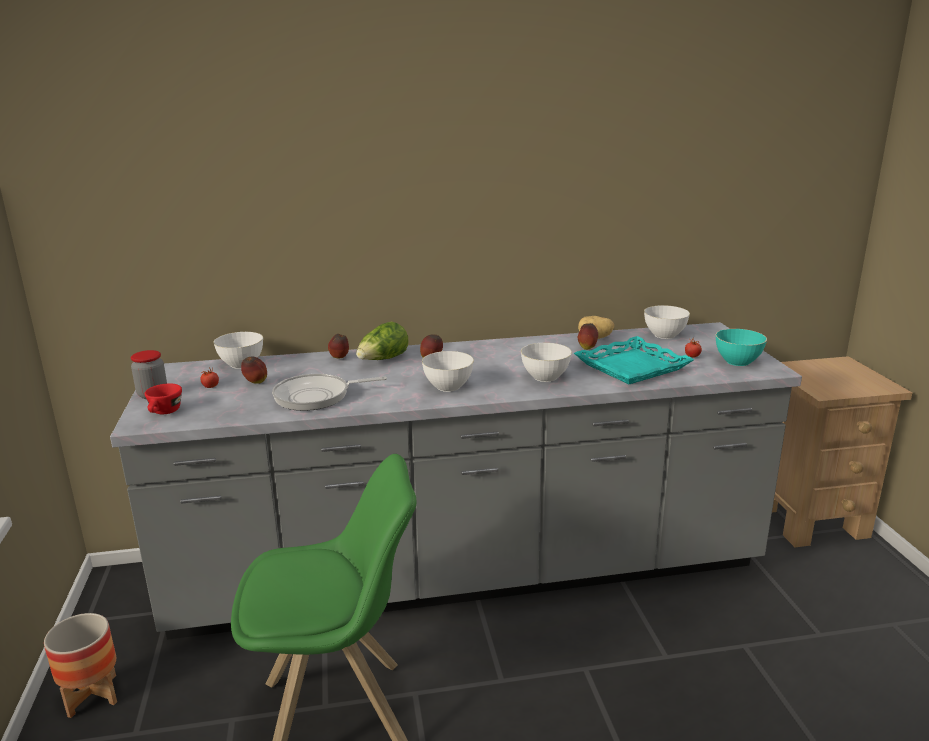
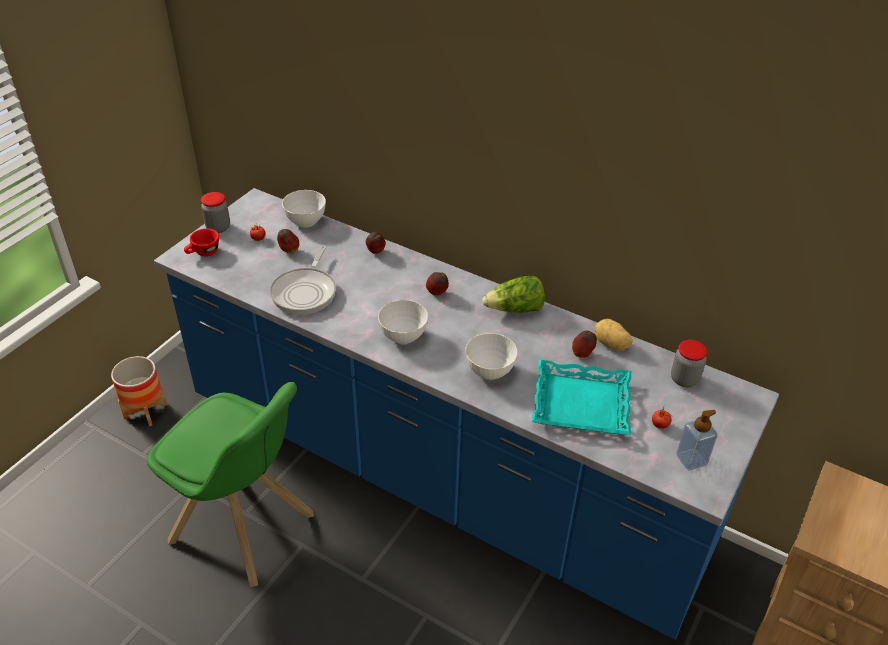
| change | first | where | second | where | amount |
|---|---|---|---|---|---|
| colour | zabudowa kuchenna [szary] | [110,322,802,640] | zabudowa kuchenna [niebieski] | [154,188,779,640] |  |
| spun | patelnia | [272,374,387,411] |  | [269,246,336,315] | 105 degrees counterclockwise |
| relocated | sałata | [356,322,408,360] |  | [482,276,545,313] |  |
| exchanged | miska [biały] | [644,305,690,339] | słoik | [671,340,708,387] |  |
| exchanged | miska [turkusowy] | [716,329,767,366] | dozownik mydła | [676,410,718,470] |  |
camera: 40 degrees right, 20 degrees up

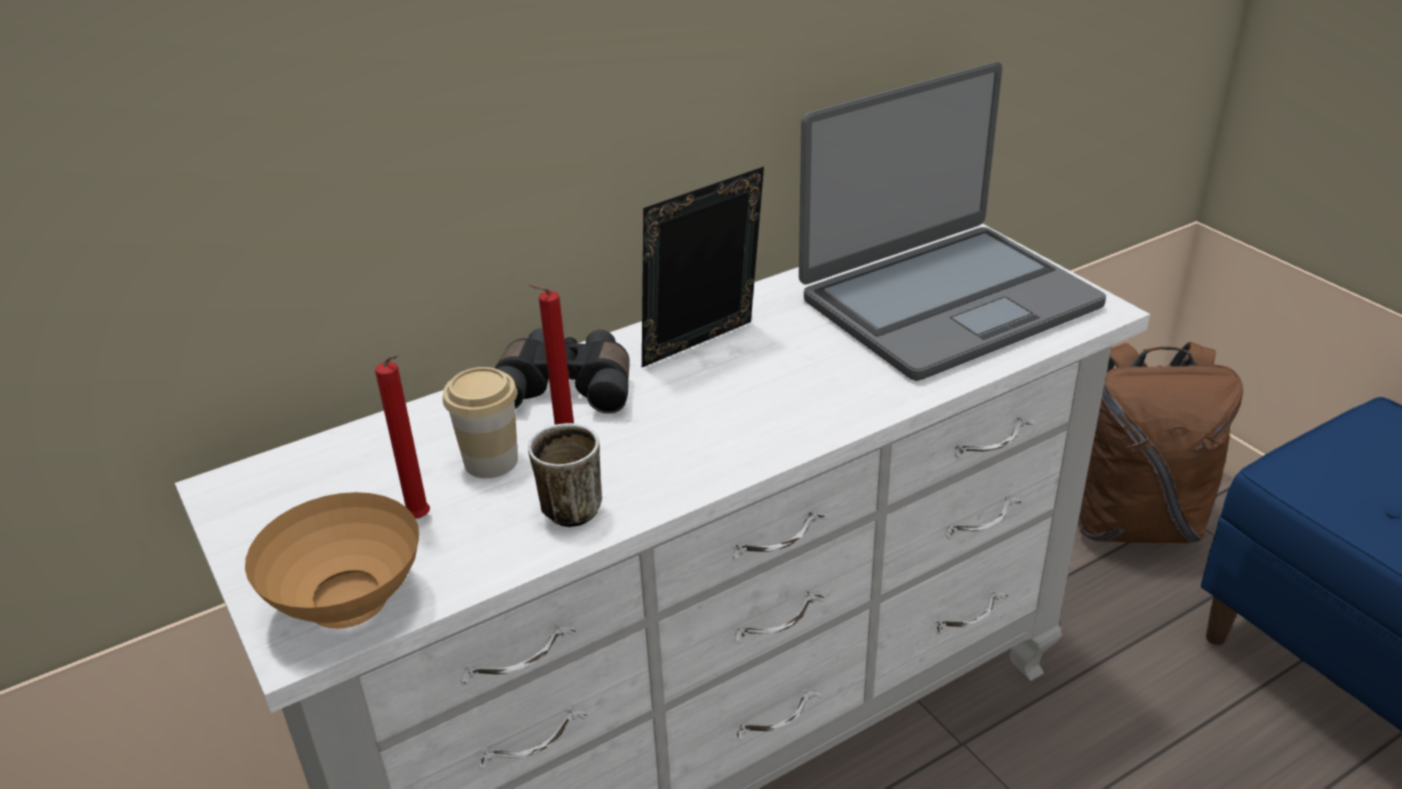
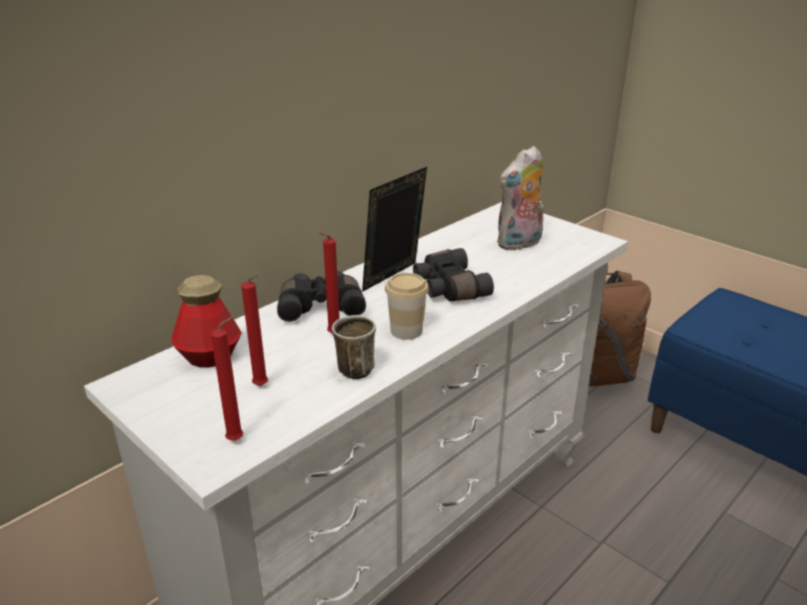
| change | first | where | second | where | amount |
|---|---|---|---|---|---|
| exchanged | miska [brązowy] | [245,492,419,629] | świeca [czerwony] | [211,316,244,441] |  |
| relocated | filiżanka | [443,367,518,478] |  | [385,273,429,340] |  |
| exchanged | laptop | [799,62,1106,381] | pluszak | [497,146,544,251] |  |
| appeared |  |  | butelka | [171,275,242,367] |  |
| appeared |  |  | lornetka [czarny] | [413,248,494,301] |  |
camera: 15 degrees left, 5 degrees down

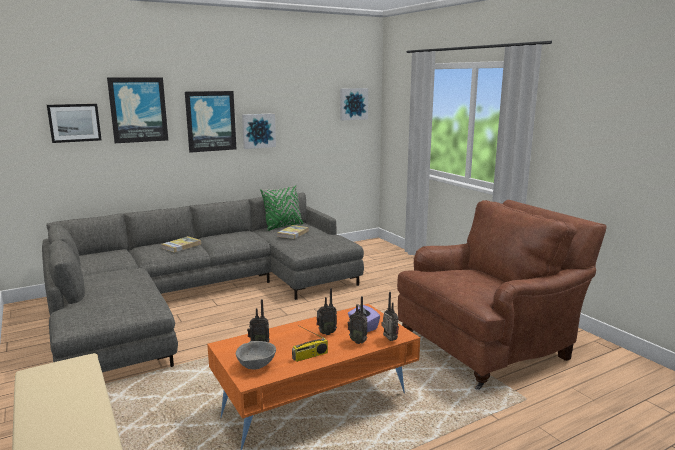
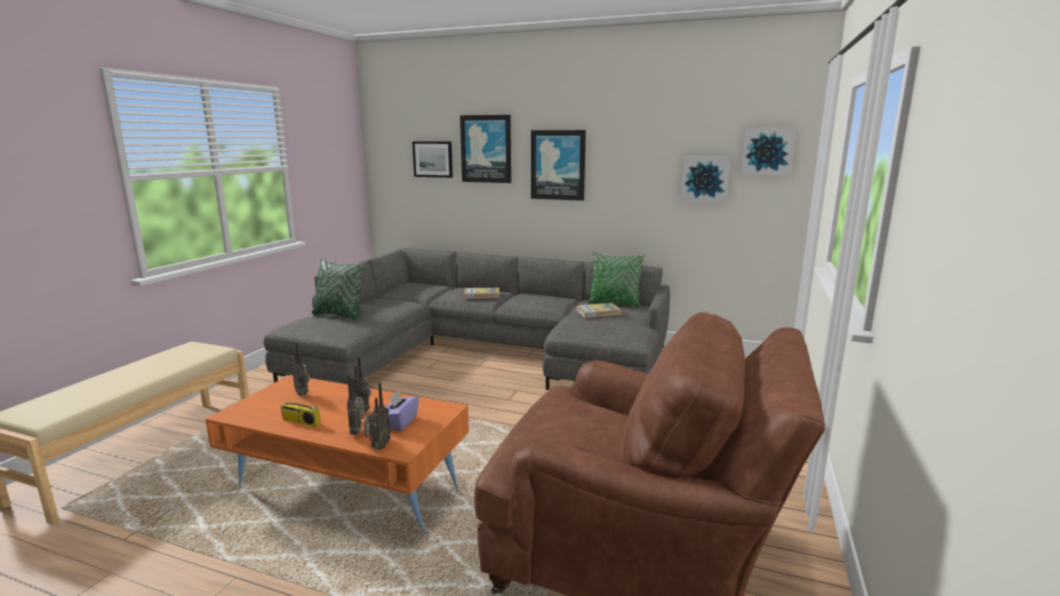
| change | first | where | second | where | amount |
|---|---|---|---|---|---|
| missing | miska [szary] | [236,341,276,369] |  |  |  |
| relocated | obraz | [242,113,276,149] |  | [681,156,731,203] |  |
| appeared |  |  | poduszka [zielony] | [312,258,366,320] |  |
camera: 50 degrees right, 0 degrees up

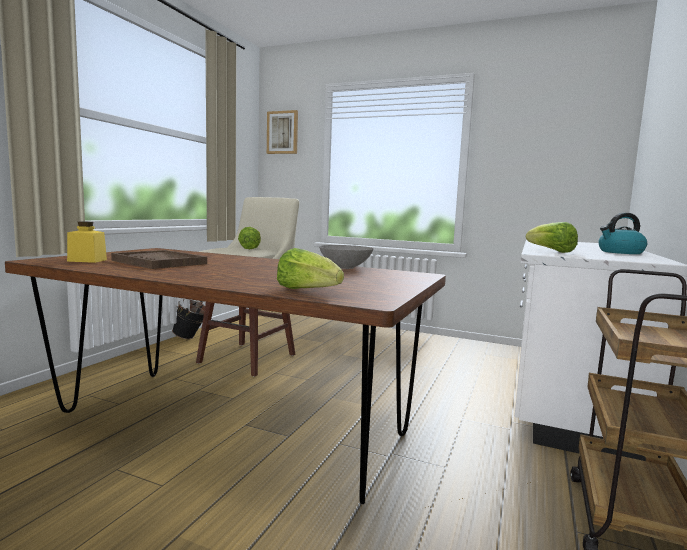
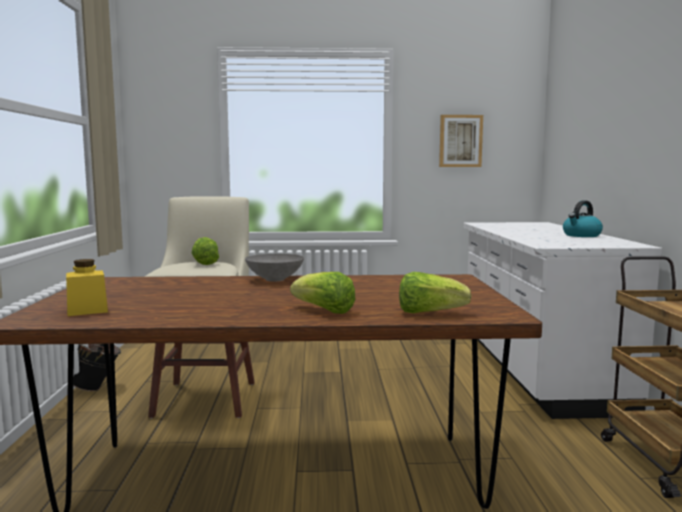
| change | first | where | second | where | amount |
|---|---|---|---|---|---|
| missing | taca [brązowy] | [111,250,207,269] |  |  |  |
| relocated | obraz | [267,110,298,154] |  | [439,115,483,167] |  |
| relocated | miska [szary] | [319,245,373,269] |  | [245,254,304,282] |  |
| relocated | sałata | [526,222,578,253] |  | [290,272,355,314] |  |
camera: 25 degrees left, 0 degrees up

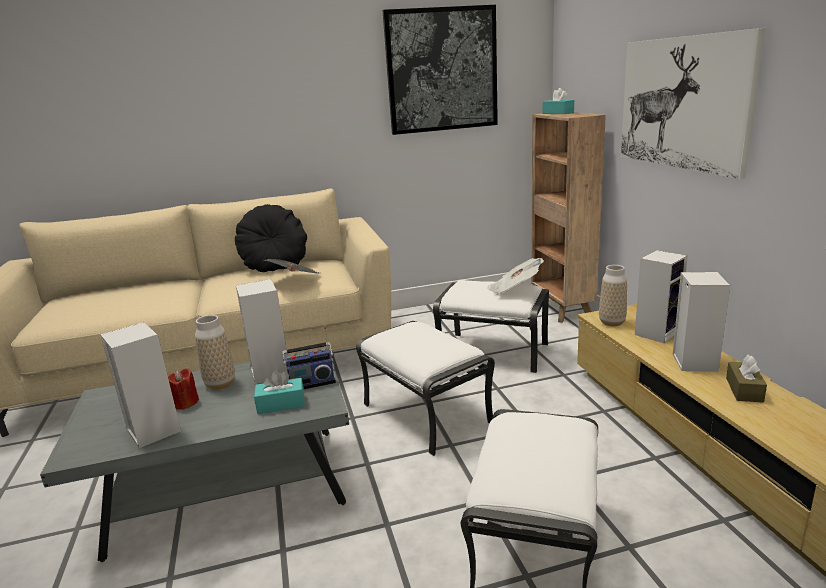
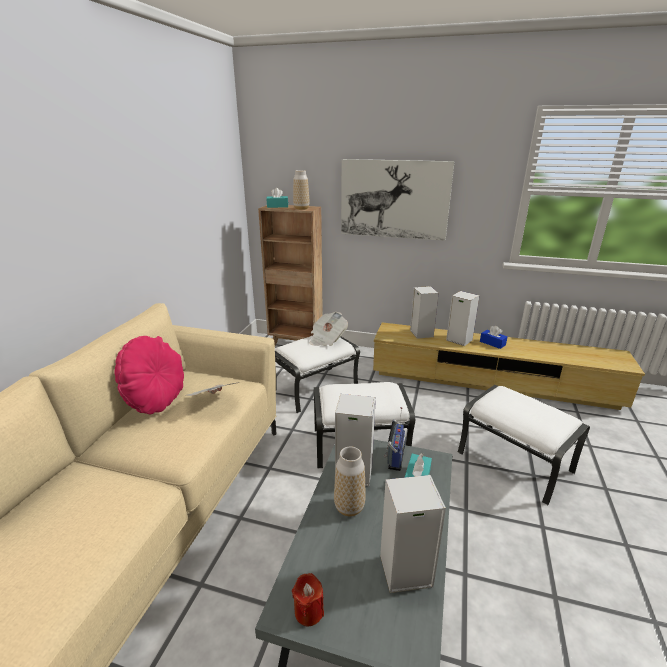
| change | first | where | second | where | amount |
|---|---|---|---|---|---|
| relocated | świeca [czerwony] | [168,368,199,410] |  | [292,573,324,626] |  |
| colour | poduszka [czarny] | [235,204,307,272] | poduszka [różowy] | [114,336,184,414] |  |
| missing | obraz | [383,5,498,135] |  |  |  |
| relocated | wazon | [599,265,627,326] |  | [293,170,310,210] |  |
| colour | pudełko chusteczek [brązowy] | [726,355,767,403] | pudełko chusteczek [niebieski] | [480,326,507,349] |  |
camera: 60 degrees left, 5 degrees up

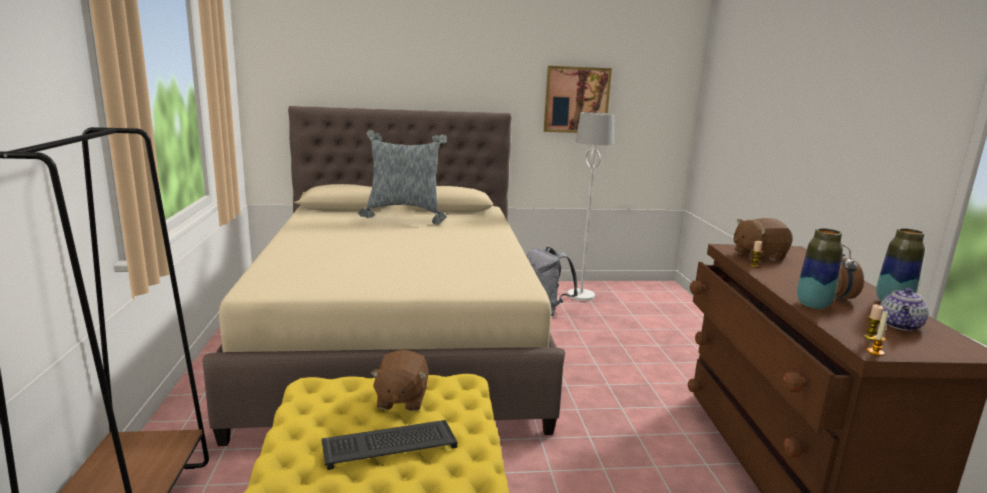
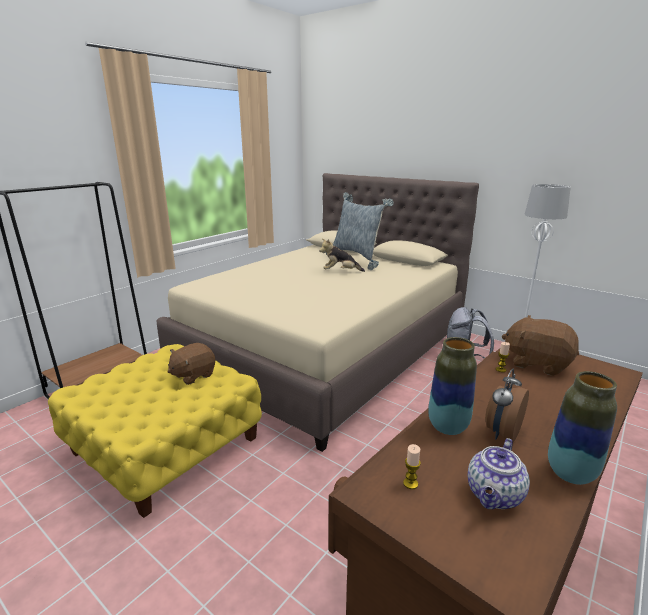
| change | first | where | second | where | amount |
|---|---|---|---|---|---|
| missing | klawiatura | [321,420,458,470] |  |  |  |
| missing | obraz | [544,66,612,133] |  |  |  |
| missing | świeca | [867,311,888,356] |  |  |  |
| spun | imbryk | [880,288,929,331] |  | [468,438,530,509] | 45 degrees counterclockwise |
| appeared |  |  | pluszak | [319,239,365,272] |  |
camera: 45 degrees right, 5 degrees up

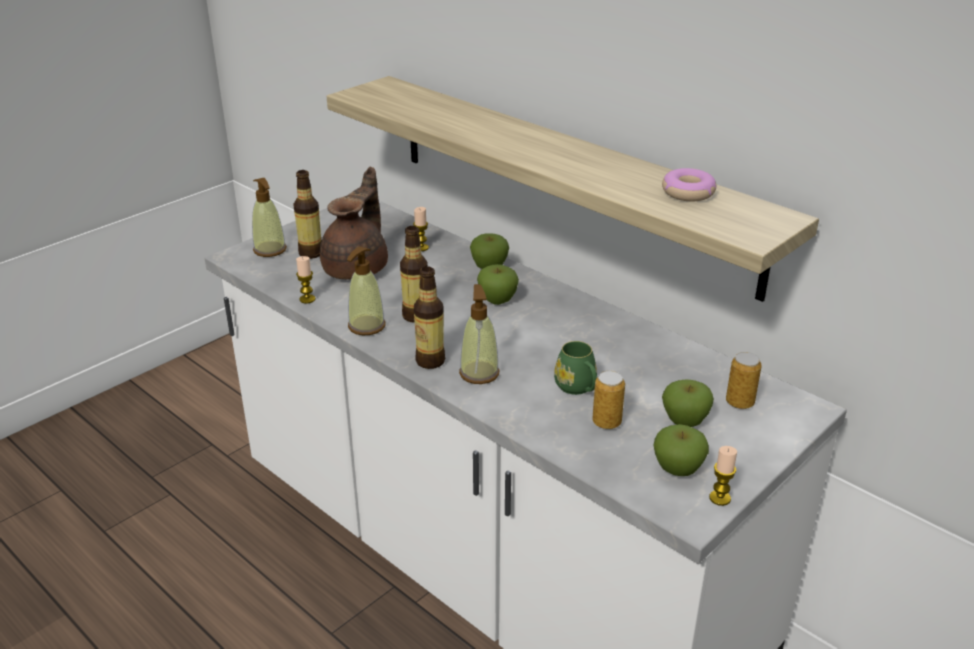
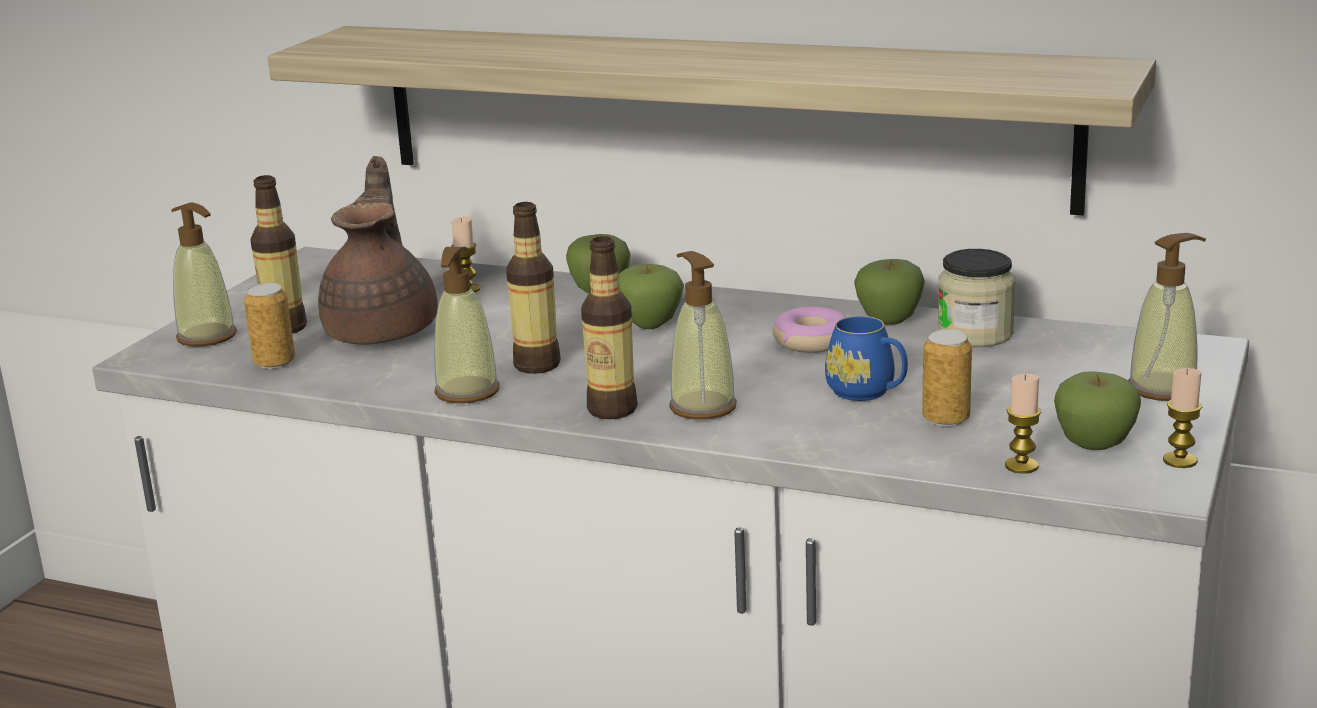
| change | first | where | second | where | amount |
|---|---|---|---|---|---|
| relocated | świeca | [296,256,316,303] |  | [1005,374,1041,474] |  |
| colour | kubek [zielony] | [554,341,597,395] | kubek [niebieski] | [825,316,908,401] |  |
| relocated | donut | [662,168,716,201] |  | [772,307,846,353] |  |
| relocated | jabłko | [662,379,714,427] |  | [854,259,925,325] |  |
| relocated | puszka | [726,352,762,409] |  | [244,283,295,369] |  |
| appeared |  |  | słoik | [938,249,1015,347] |  |
| appeared |  |  | dozownik mydła | [1128,233,1206,401] |  |
camera: 20 degrees left, 10 degrees down

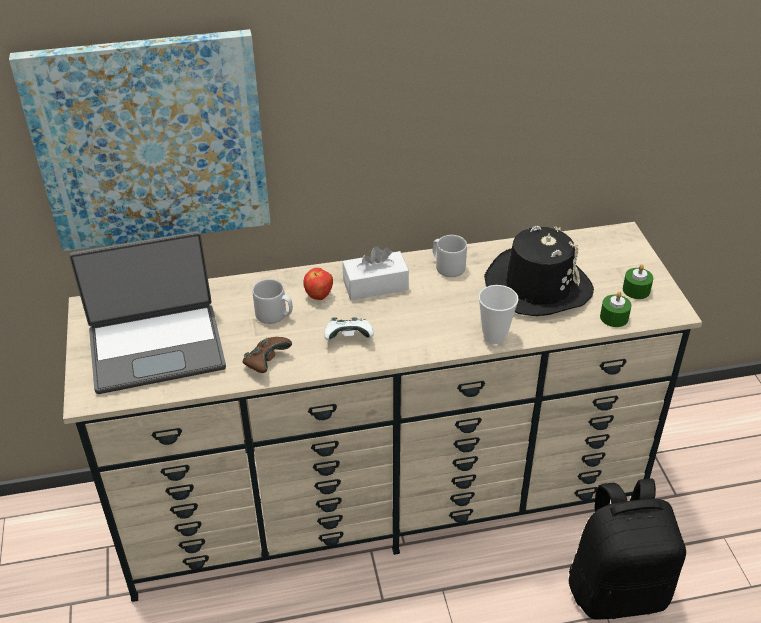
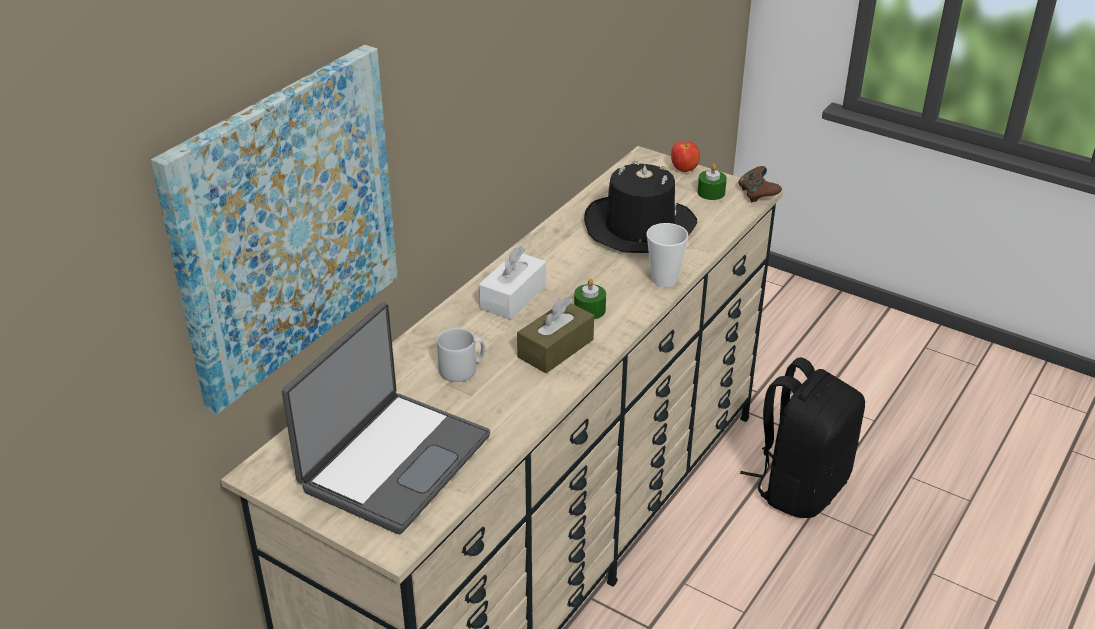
| change | first | where | second | where | amount |
|---|---|---|---|---|---|
| relocated | pad do gier [brązowy] | [243,337,292,373] |  | [738,166,782,202] |  |
| relocated | jabłko | [303,268,333,300] |  | [671,142,700,172] |  |
| exchanged | pad do gier [biały] | [324,317,374,341] | pudełko chusteczek [brązowy] | [517,297,594,373] |  |
| missing | kubek [szary] | [433,235,467,277] |  |  |  |
| relocated | świeca [zielony] | [600,292,632,327] |  | [574,279,606,319] |  |
camera: 45 degrees left, 5 degrees down

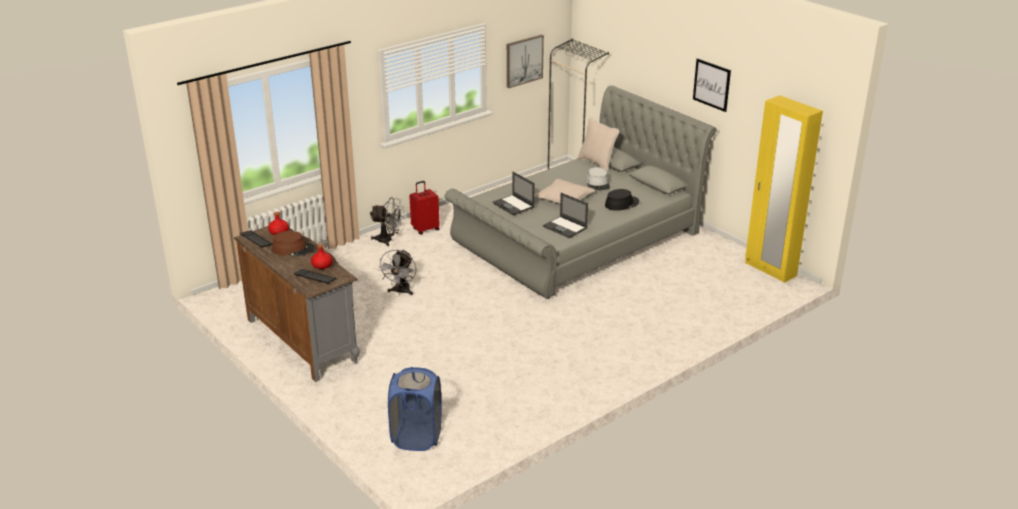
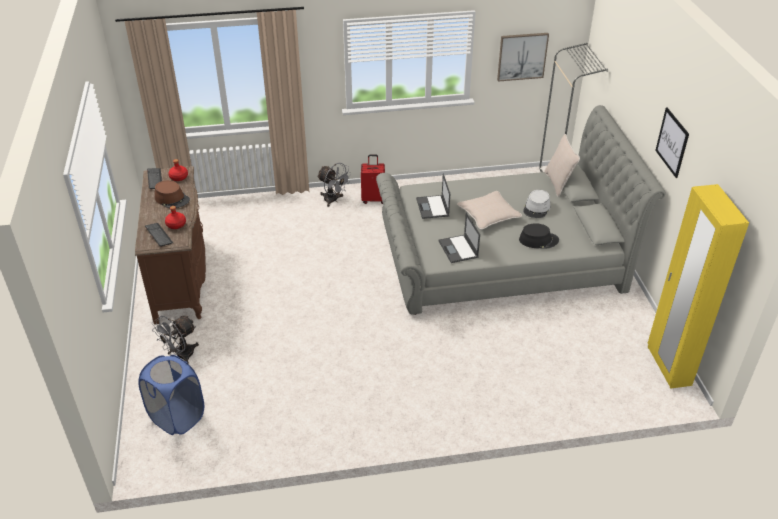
| change | first | where | second | where | amount |
|---|---|---|---|---|---|
| colour | komoda [szary] | [234,226,360,382] | komoda [brązowy] | [135,166,206,324] |  |
| relocated | wentylator [szary] | [378,249,416,295] |  | [152,315,199,364] |  |
camera: 30 degrees right, 10 degrees up

